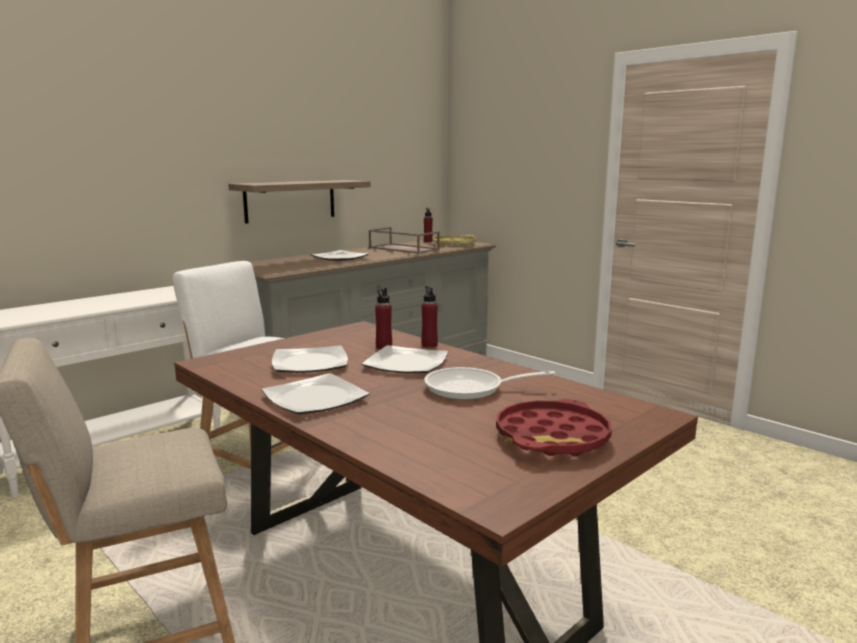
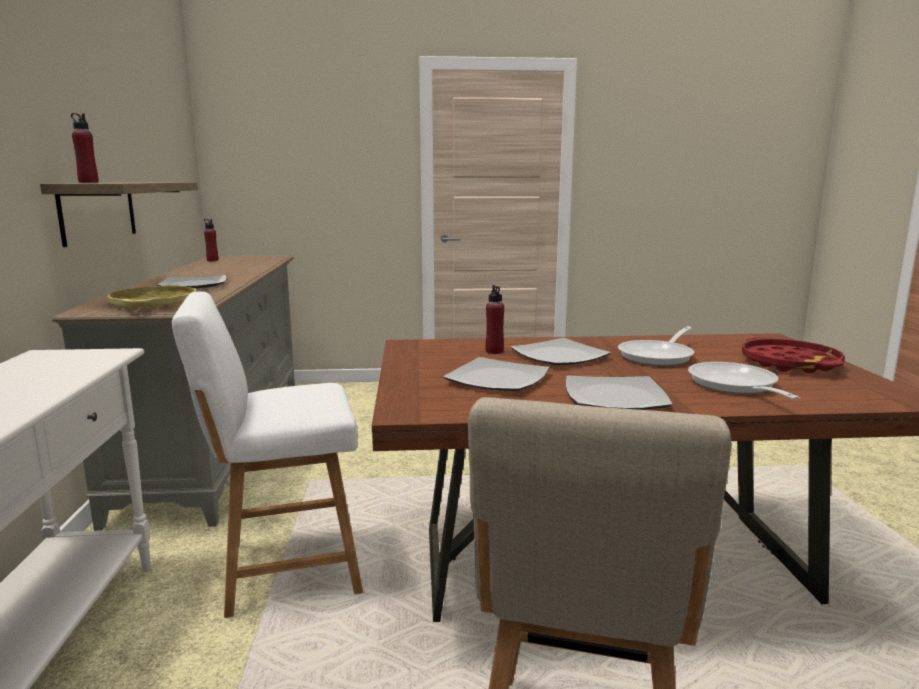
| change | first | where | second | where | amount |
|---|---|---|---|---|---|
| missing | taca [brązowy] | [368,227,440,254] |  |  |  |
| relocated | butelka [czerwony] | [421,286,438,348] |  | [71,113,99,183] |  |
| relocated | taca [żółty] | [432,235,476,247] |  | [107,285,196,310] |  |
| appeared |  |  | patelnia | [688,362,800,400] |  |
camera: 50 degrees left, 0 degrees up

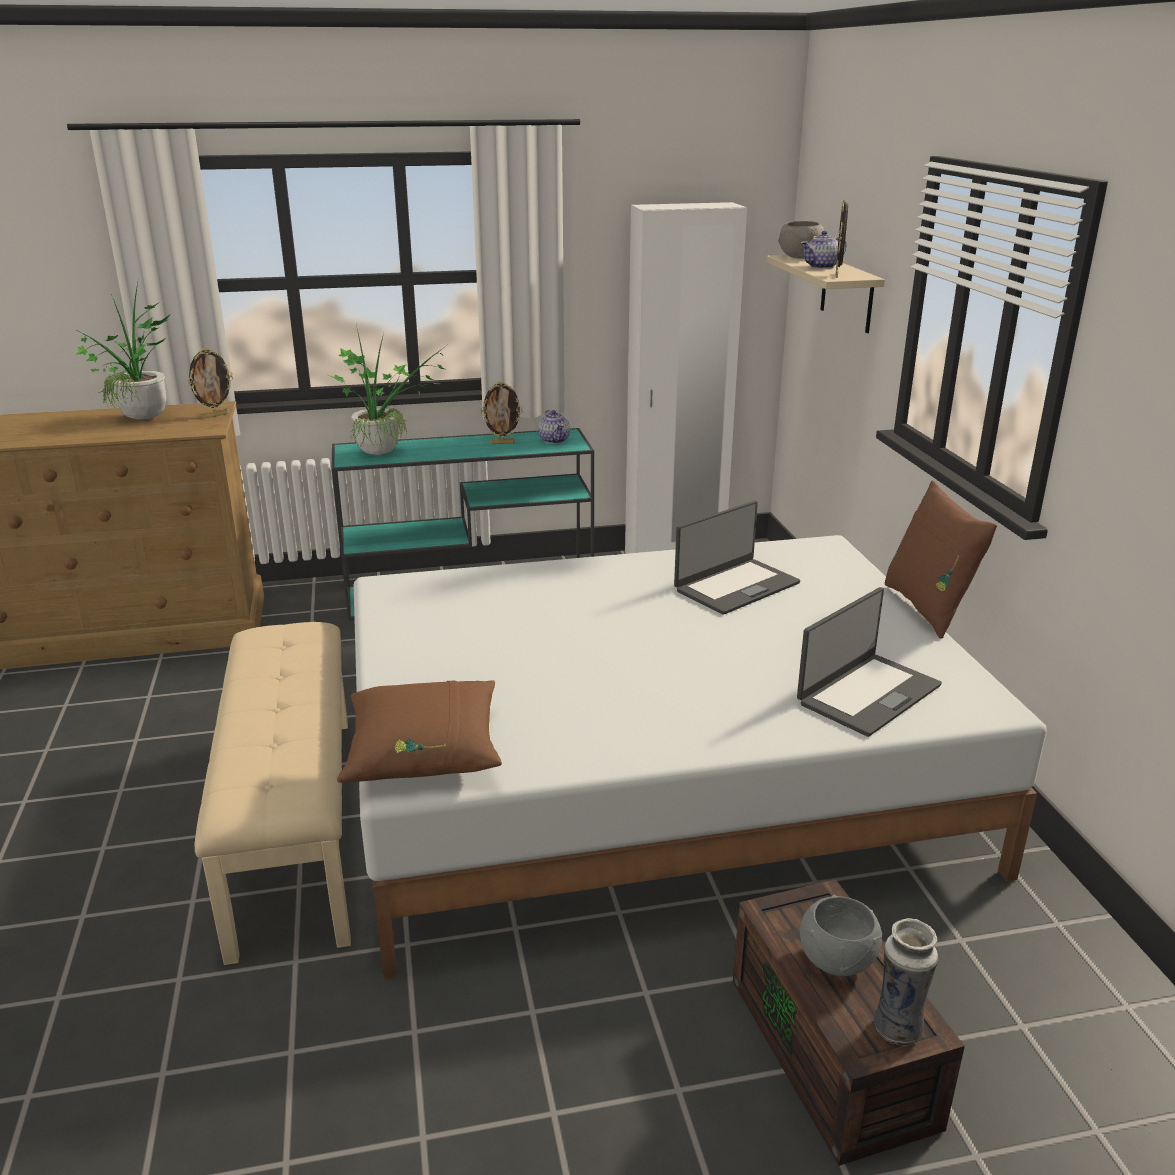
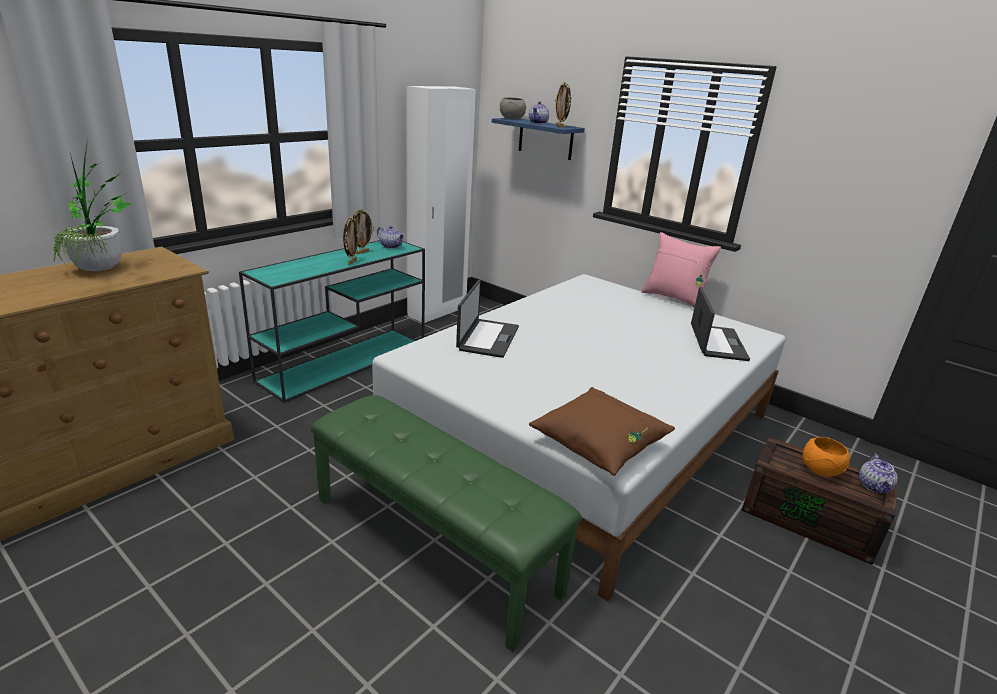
| change | first | where | second | where | amount |
|---|---|---|---|---|---|
| relocated | ramka na zdjęcie | [188,348,233,418] |  | [343,217,359,265] |  |
| colour | ławka [beżowy] | [195,622,351,965] | ławka [zielony] | [311,395,582,652] |  |
| missing | roślina doniczkowa | [326,325,447,455] |  |  |  |
| relocated | laptop | [674,501,800,615] |  | [456,280,519,358] |  |
| colour | półka [beżowy] | [766,255,885,333] | półka [niebieski] | [492,118,585,160] |  |
| colour | miska [szary] | [800,895,882,976] | miska [pomarańczowy] | [803,437,850,477] |  |
| exchanged | wazon | [873,918,938,1046] | imbryk | [859,454,898,494] |  |
| colour | poduszka [brązowy] | [885,481,997,638] | poduszka [różowy] | [641,232,721,307] |  |
camera: 40 degrees left, 0 degrees up

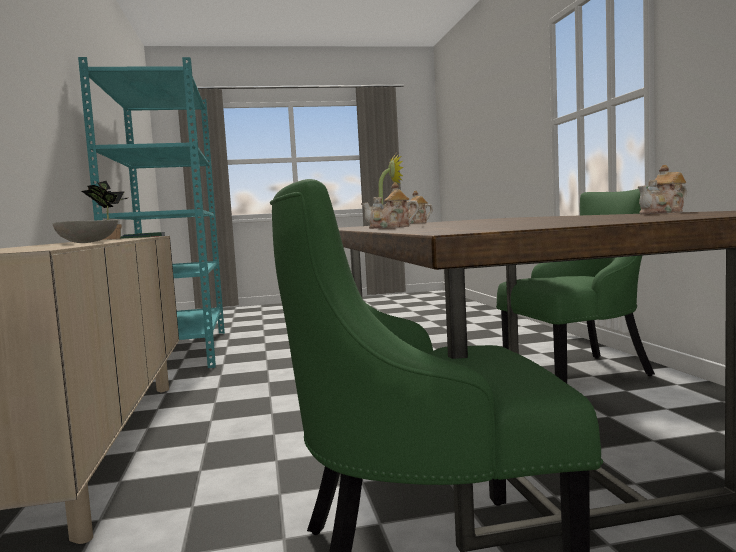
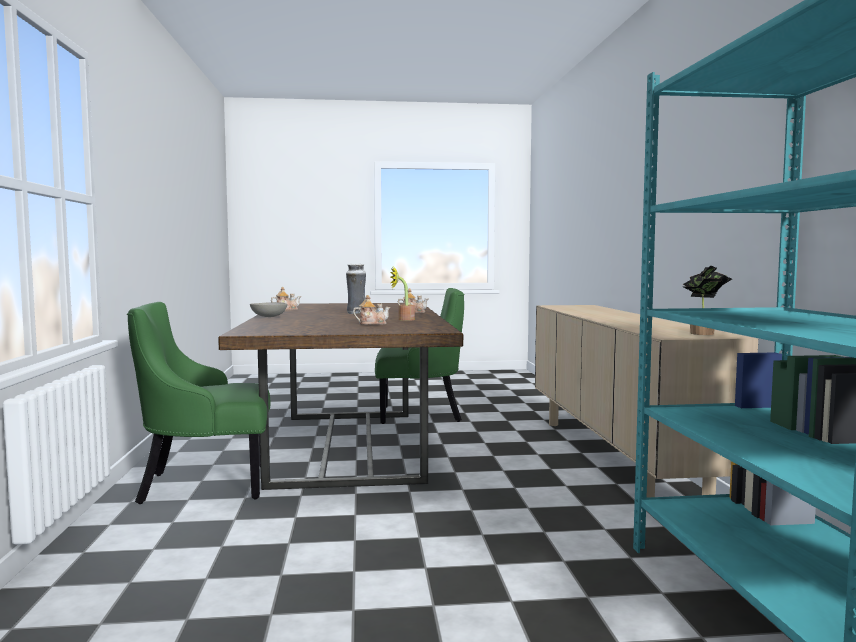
| change | first | where | second | where | amount |
|---|---|---|---|---|---|
| relocated | miska [szary] | [53,219,118,243] |  | [250,302,288,317] |  |
| appeared |  |  | wazon | [346,264,366,314] |  |
camera: 175 degrees left, 0 degrees up

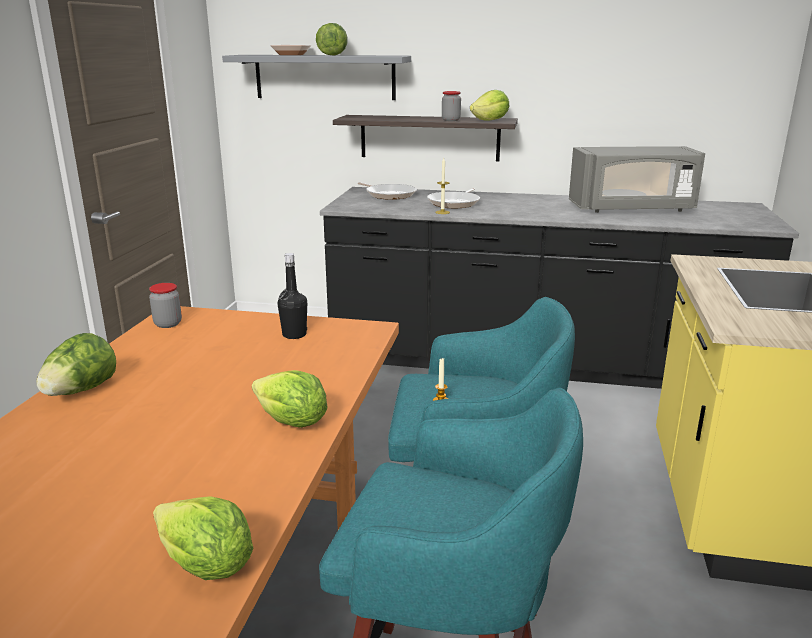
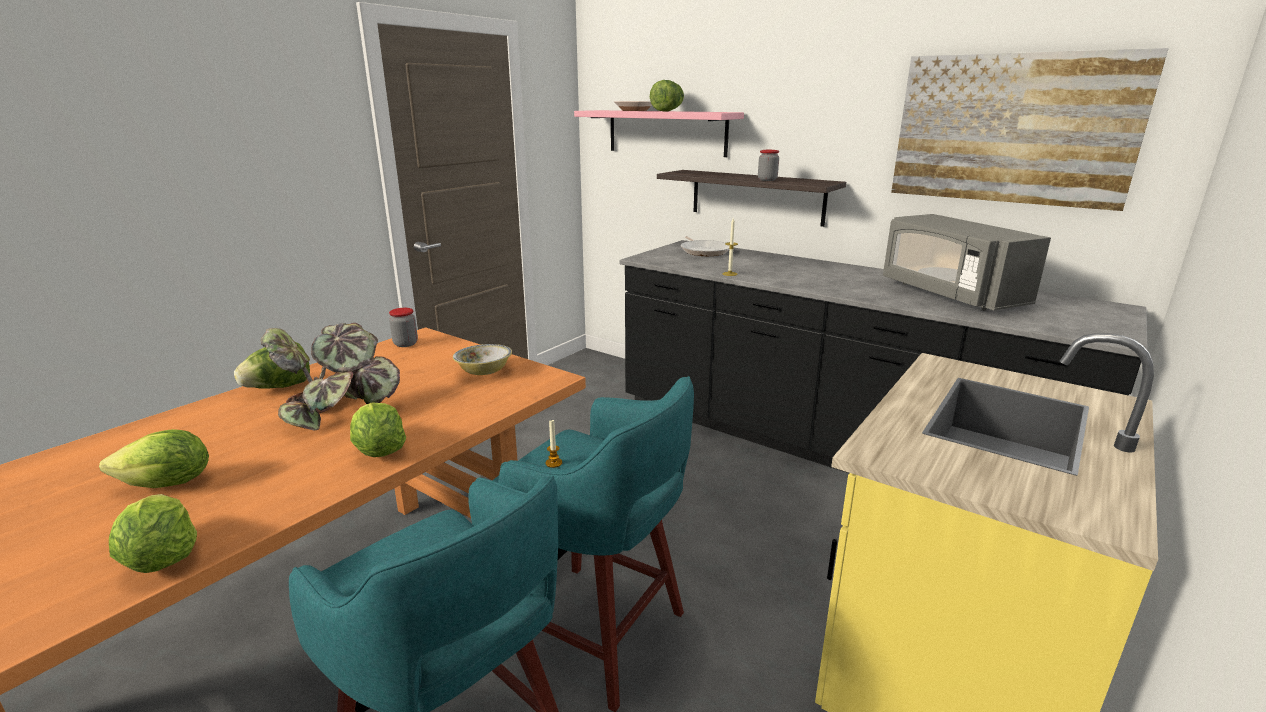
| change | first | where | second | where | amount |
|---|---|---|---|---|---|
| colour | półka [szary] | [222,55,411,100] | półka [różowy] | [574,110,744,157] |  |
| exchanged | butelka [czarny] | [278,253,307,339] | miska | [453,344,512,375] |  |
| missing | patelnia | [427,188,480,208] |  |  |  |
| relocated | sałata | [470,90,509,121] |  | [99,429,209,488] |  |
| spun | mikrofalówka [szary] | [569,146,705,213] |  | [883,214,1051,311] | 45 degrees clockwise |
| appeared |  |  | roślina doniczkowa | [261,323,400,430] |  |
| appeared |  |  | obraz | [891,48,1169,211] |  |
camera: 25 degrees right, 0 degrees up

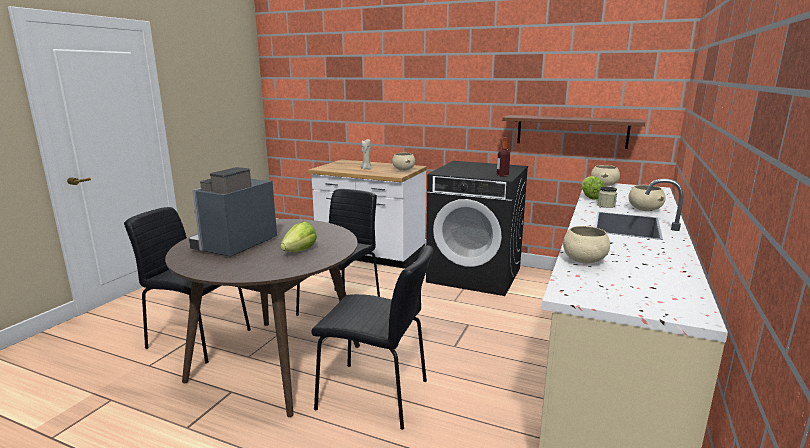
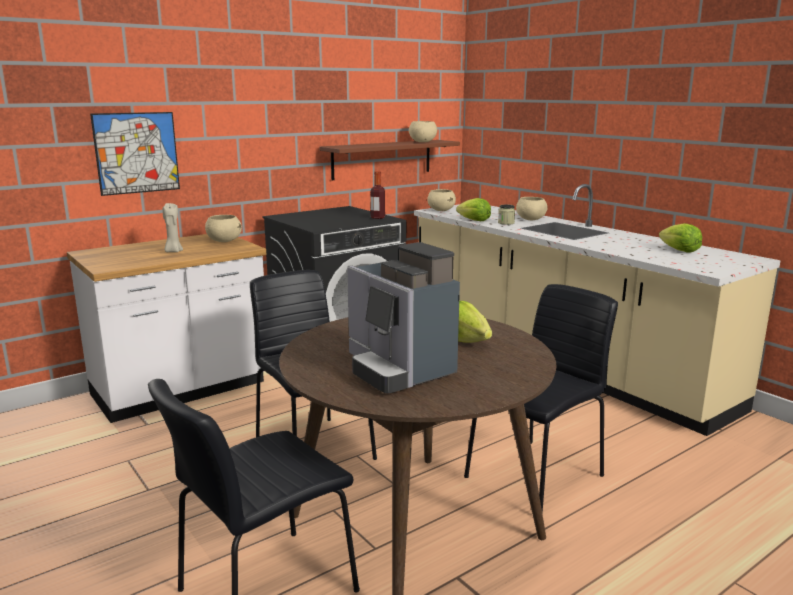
| change | first | where | second | where | amount |
|---|---|---|---|---|---|
| relocated | miska [beżowy] | [563,226,610,264] |  | [409,121,437,142] |  |
| appeared |  |  | obraz | [90,112,180,196] |  |
| appeared |  |  | sałata | [659,223,702,253] |  |
camera: 60 degrees left, 0 degrees up

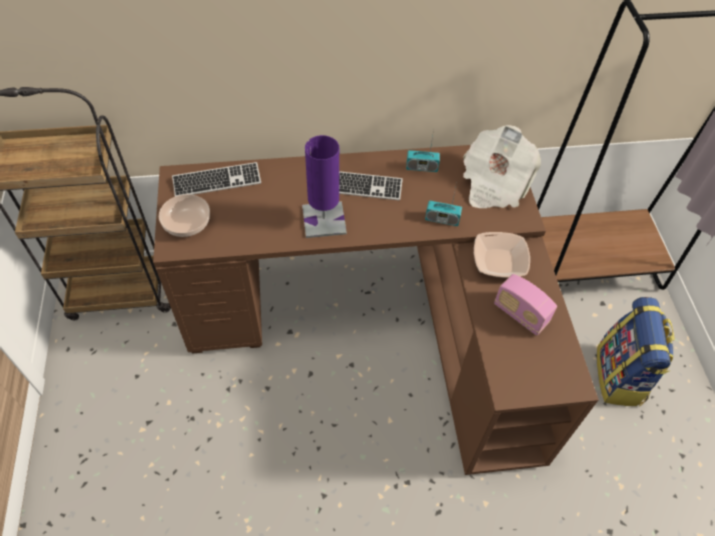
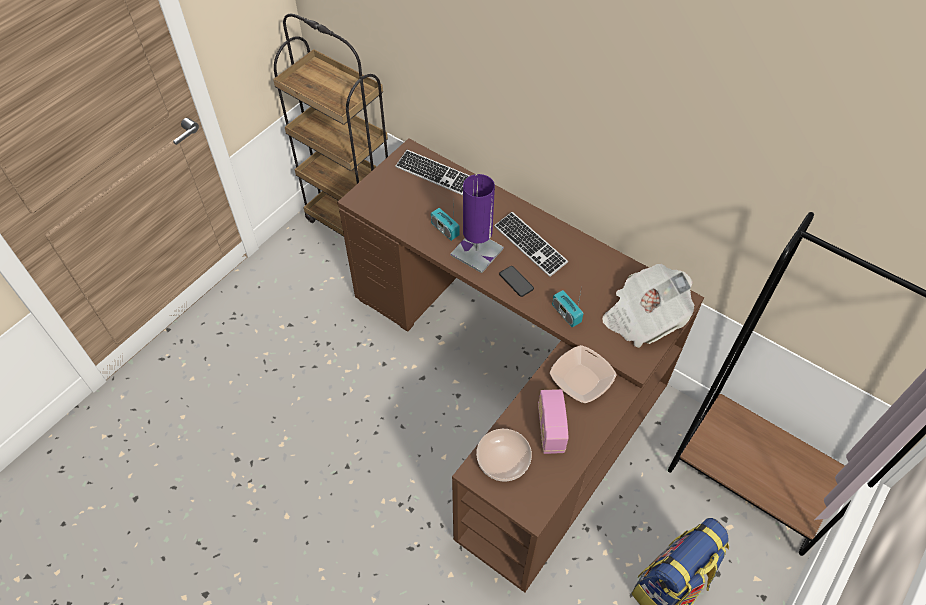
| change | first | where | second | where | amount |
|---|---|---|---|---|---|
| relocated | miska | [159,194,210,237] |  | [476,429,532,482] |  |
| relocated | radio | [406,130,440,172] |  | [431,198,460,241] |  |
| appeared |  |  | telefon | [499,266,534,297] |  |
camera: 45 degrees right, 0 degrees up

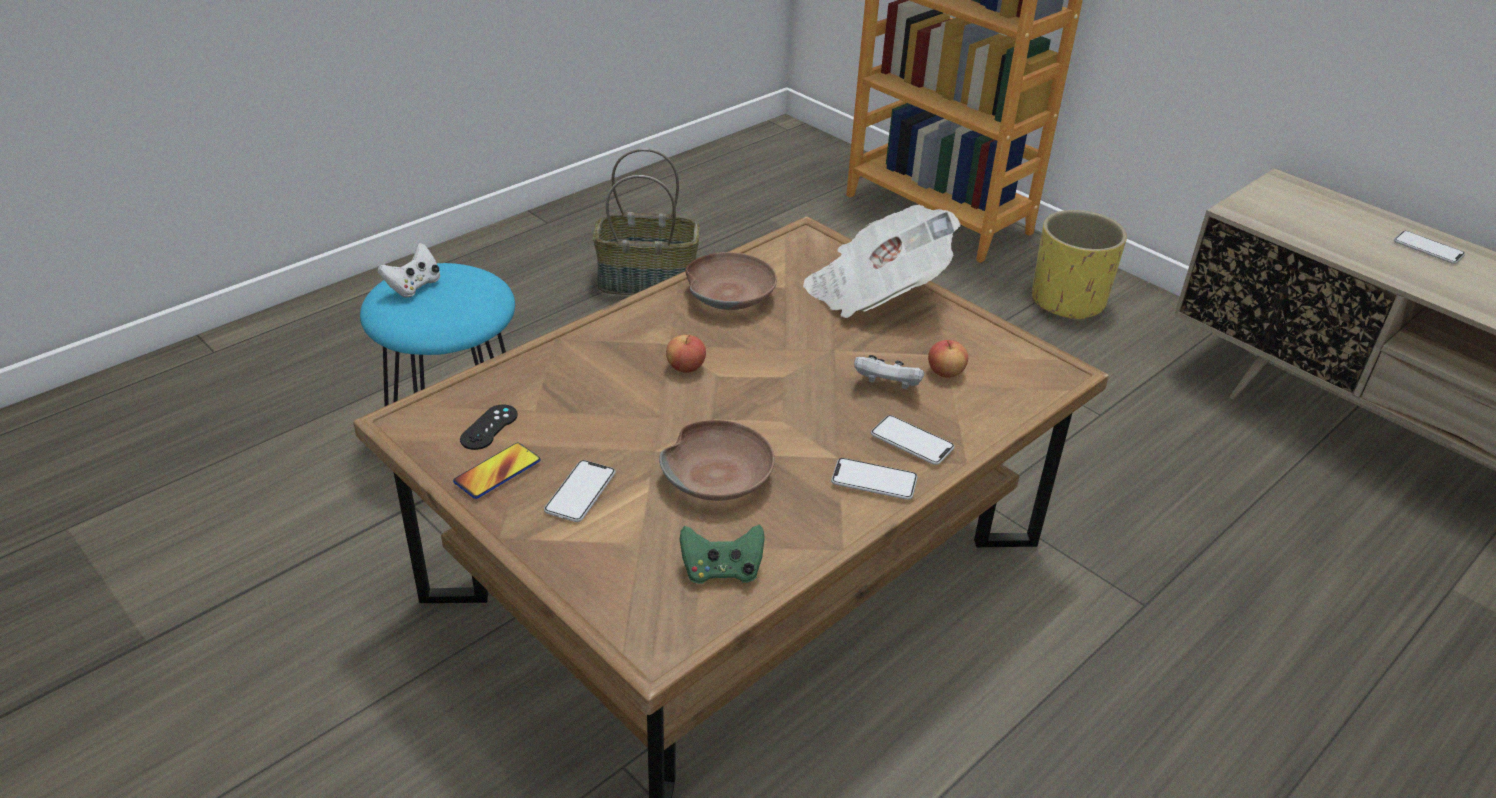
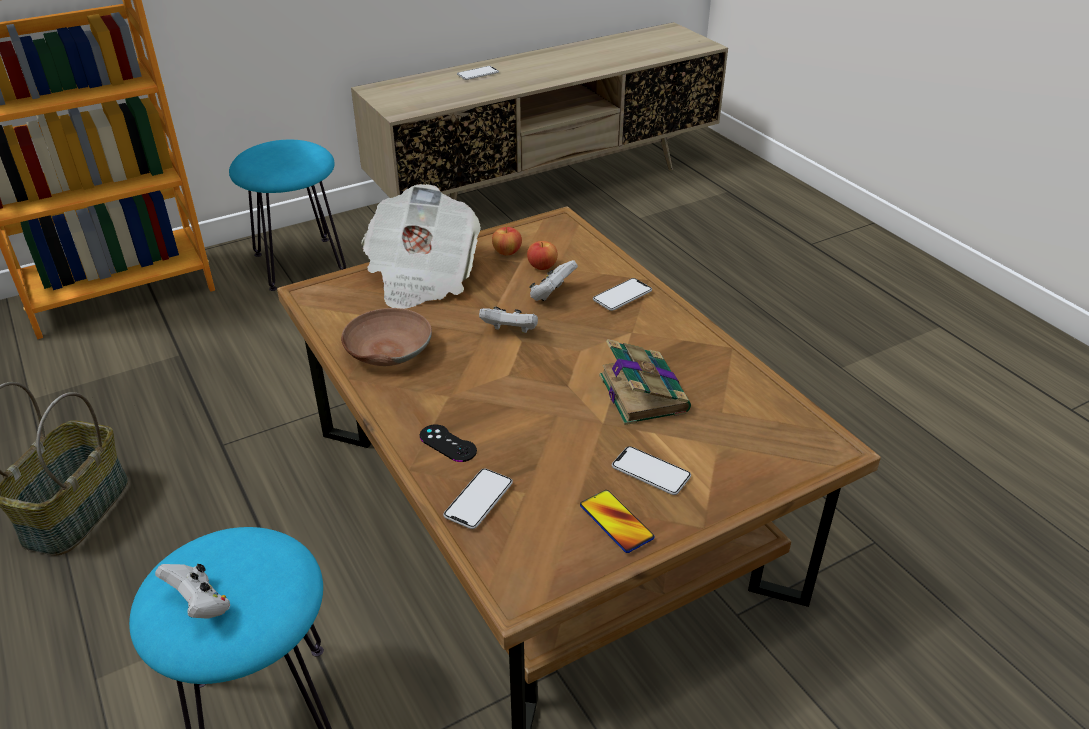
| change | first | where | second | where | amount |
|---|---|---|---|---|---|
| relocated | pad do gier [czarny] | [460,404,518,450] |  | [420,424,477,462] |  |
| exchanged | miska [brązowy] | [659,420,775,501] | książka | [599,339,691,425] |  |
| relocated | jabłko | [666,334,706,373] |  | [492,225,522,255] |  |
| missing | pad do gier [zielony] | [680,524,765,584] |  |  |  |
| relocated | telefon | [831,458,918,500] |  | [443,469,513,529] |  |
| exchanged | donica [żółty] | [1032,210,1127,322] | stołek [turkusowy] | [229,140,346,291] |  |
| appeared |  |  | pad do gier [biały] | [479,307,538,333] |  |
camera: 75 degrees left, 0 degrees up

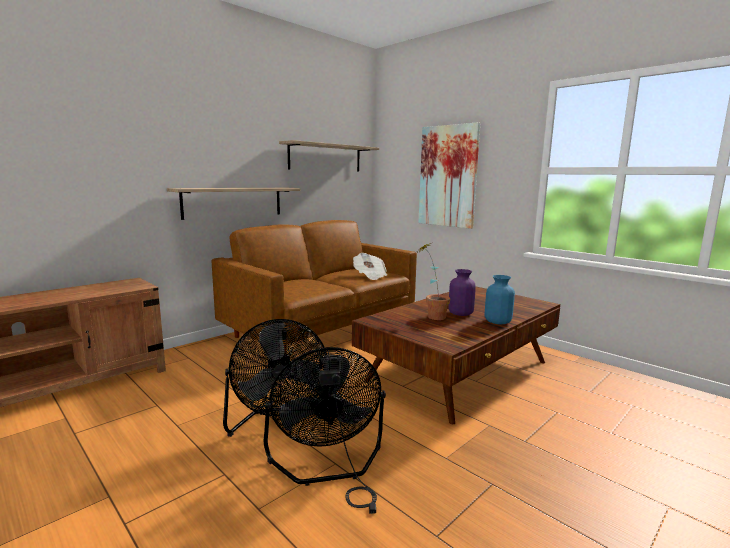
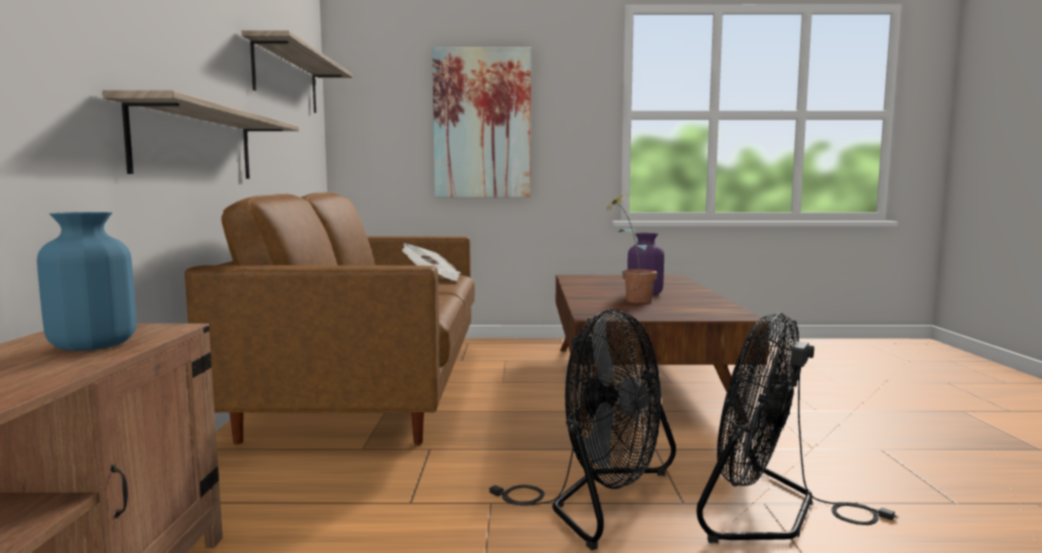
| change | first | where | second | where | amount |
|---|---|---|---|---|---|
| relocated | wazon [niebieski] | [485,275,515,324] |  | [37,212,136,351] |  |
camera: 45 degrees left, 5 degrees down

